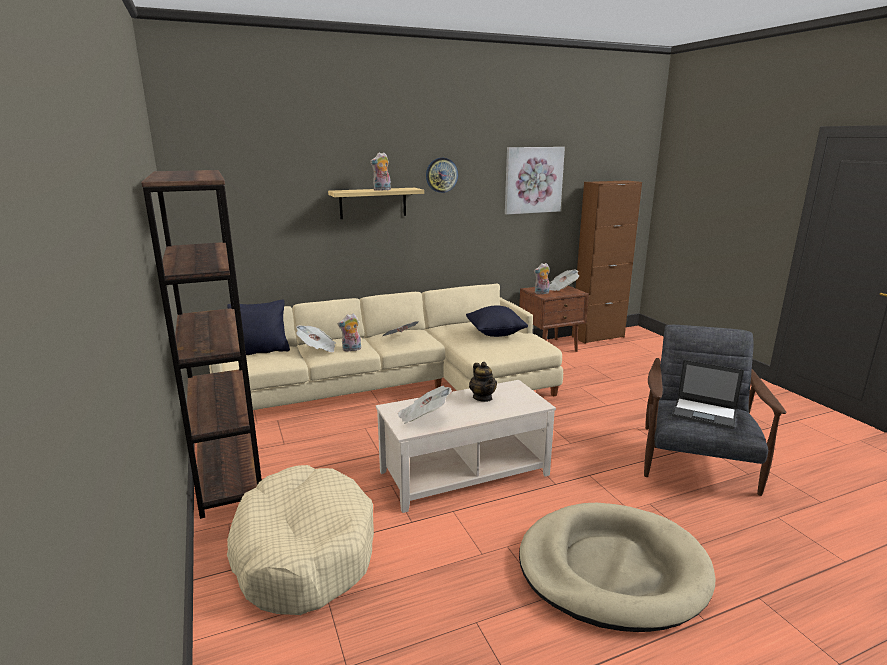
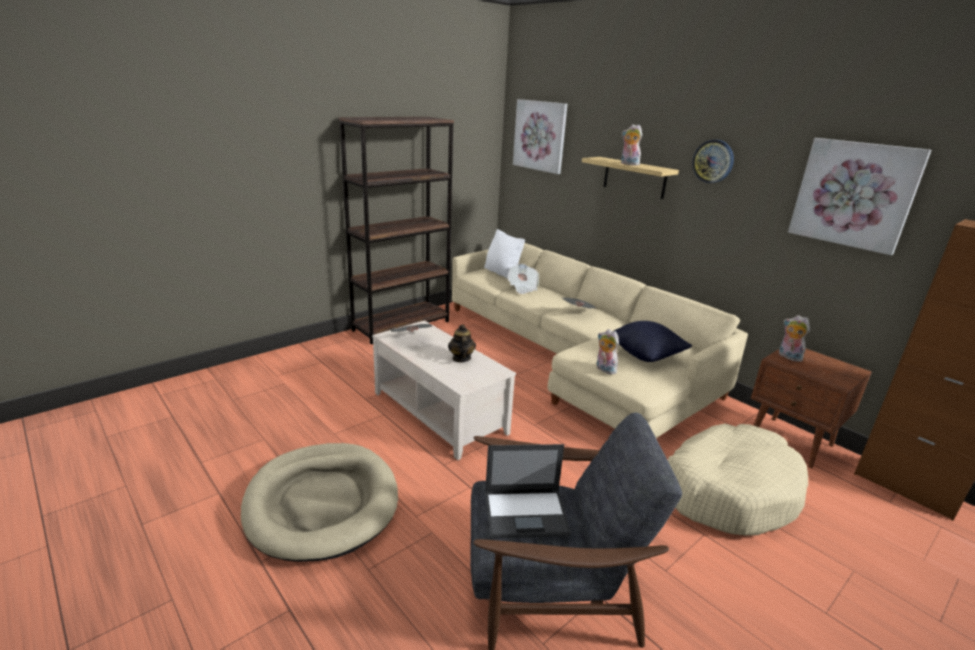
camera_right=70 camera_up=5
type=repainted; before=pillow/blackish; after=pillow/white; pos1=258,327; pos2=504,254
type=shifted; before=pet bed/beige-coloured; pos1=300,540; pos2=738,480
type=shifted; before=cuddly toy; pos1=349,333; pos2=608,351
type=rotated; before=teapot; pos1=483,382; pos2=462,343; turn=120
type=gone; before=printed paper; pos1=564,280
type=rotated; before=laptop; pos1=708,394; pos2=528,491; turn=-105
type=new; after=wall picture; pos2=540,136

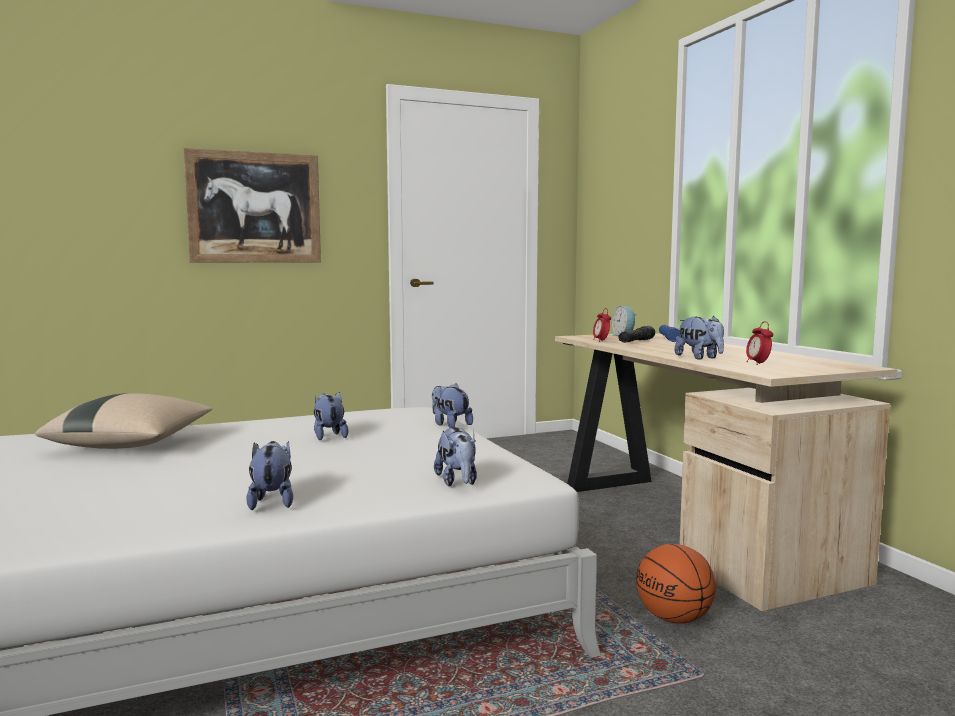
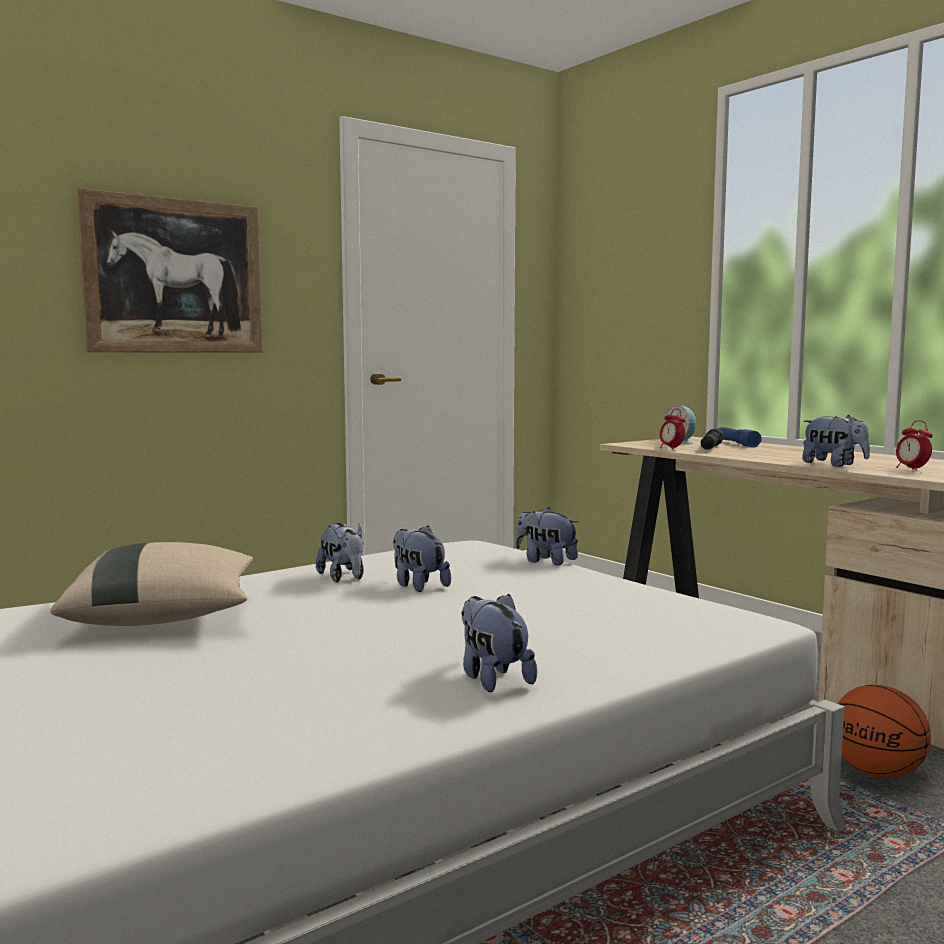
camera_right=-15 camera_up=0
type=shifted; before=cuddly toy; pos1=455,456; pos2=340,552

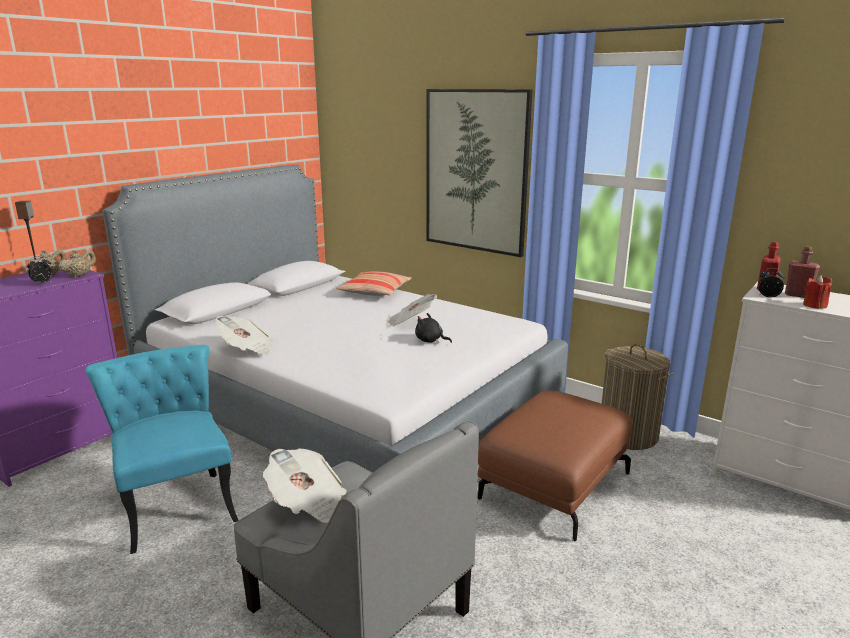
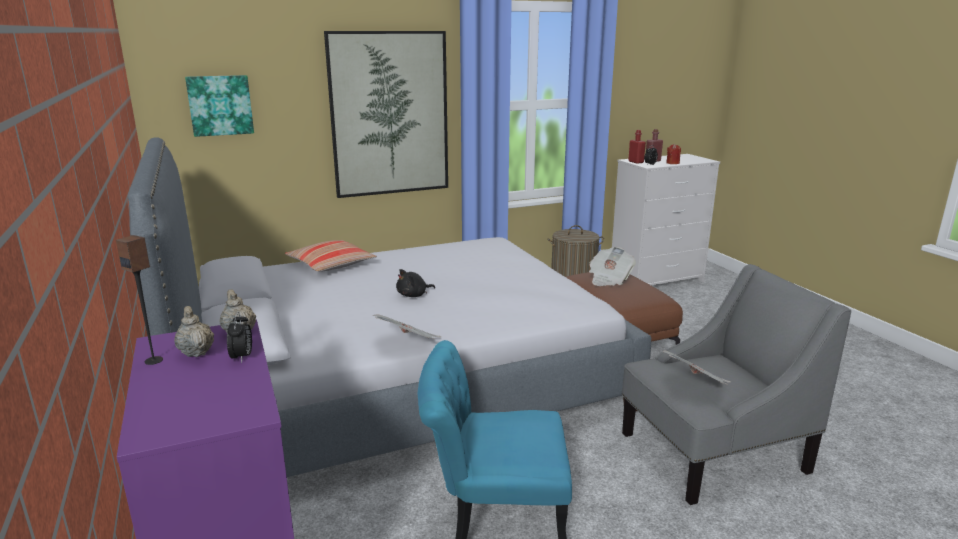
camera_right=-60 camera_up=0
type=shifted; before=printed paper; pos1=411,310; pos2=612,266
type=shifted; before=cuddly toy/blackish; pos1=433,328; pos2=415,283
type=new; after=wall picture; pos2=219,106

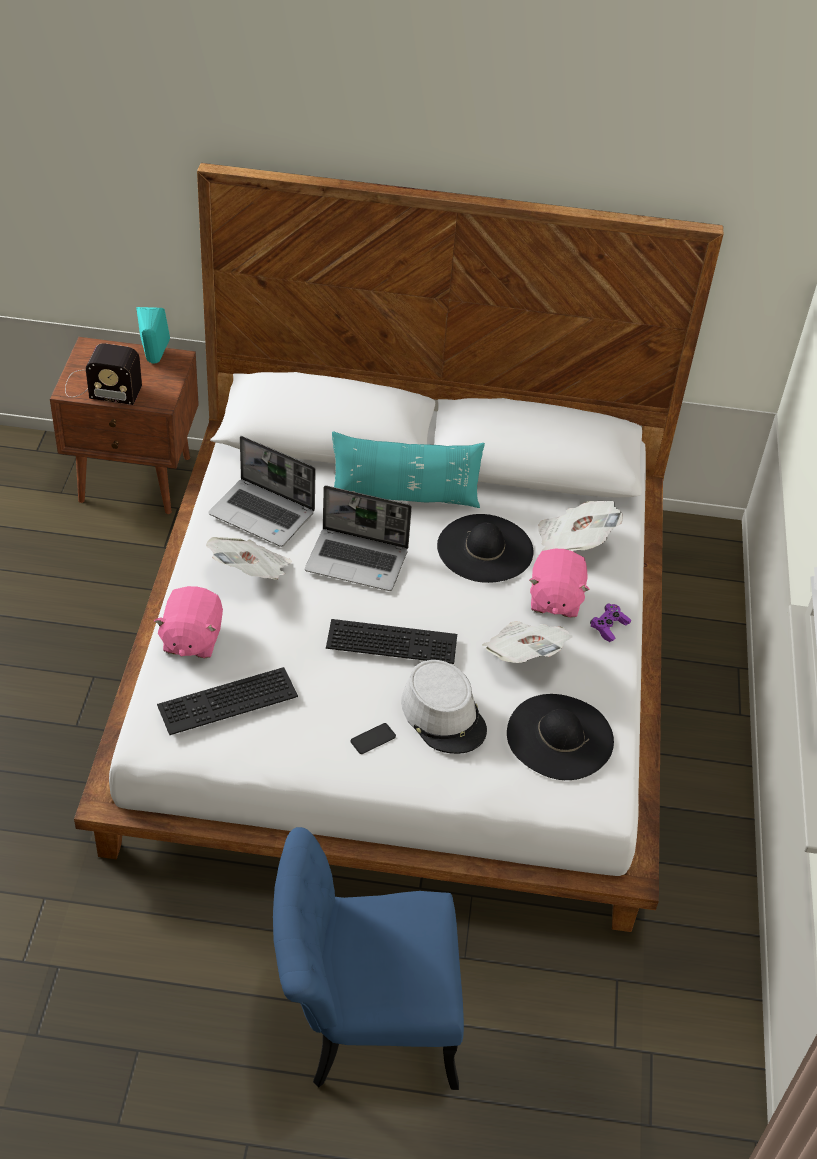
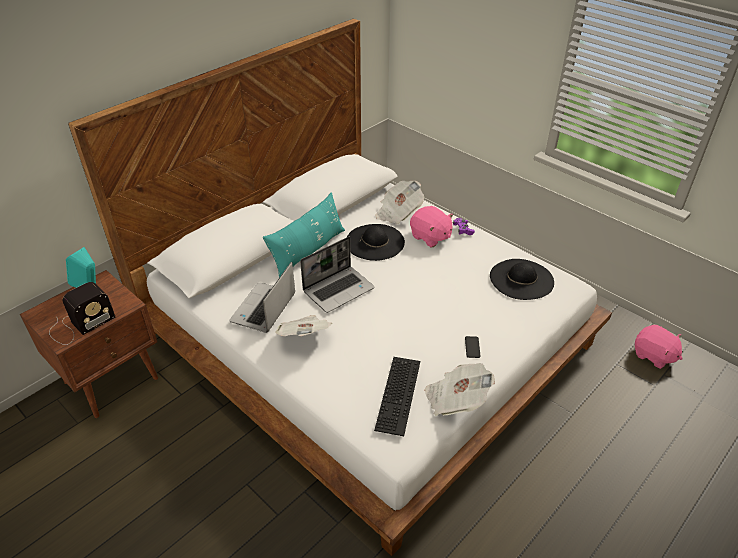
camera_right=-50 camera_up=-5
type=shifted; before=cuddly toy/pinkish; pos1=188,622; pos2=659,347
type=rotated; before=laptop; pos1=262,491; pos2=262,297; turn=135
type=gone; before=plain chair/bluish; pos1=368,958
type=gone; before=keyboard; pos1=391,641
type=gone; before=clothing hat/grey; pos1=444,707
type=shifted; before=printed paper; pos1=527,642; pos2=459,389

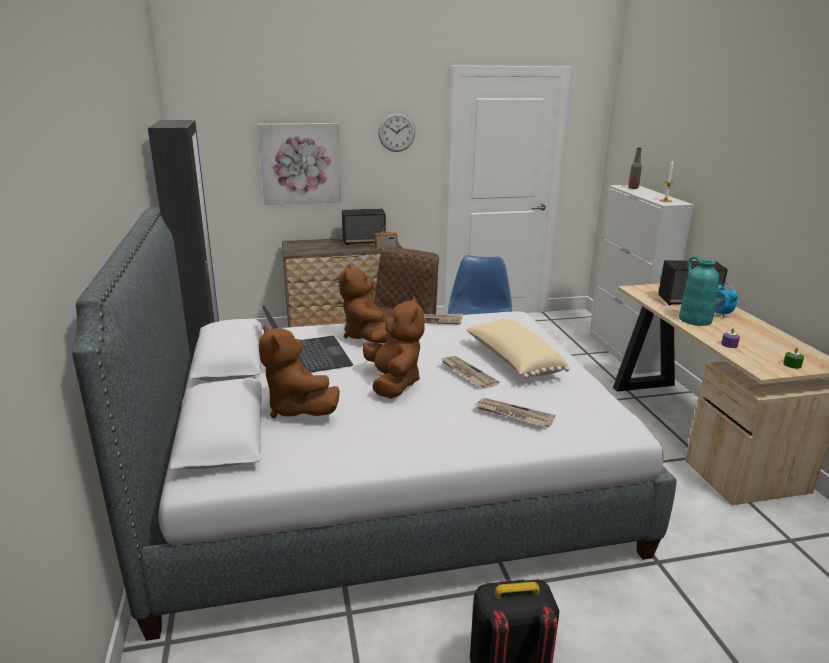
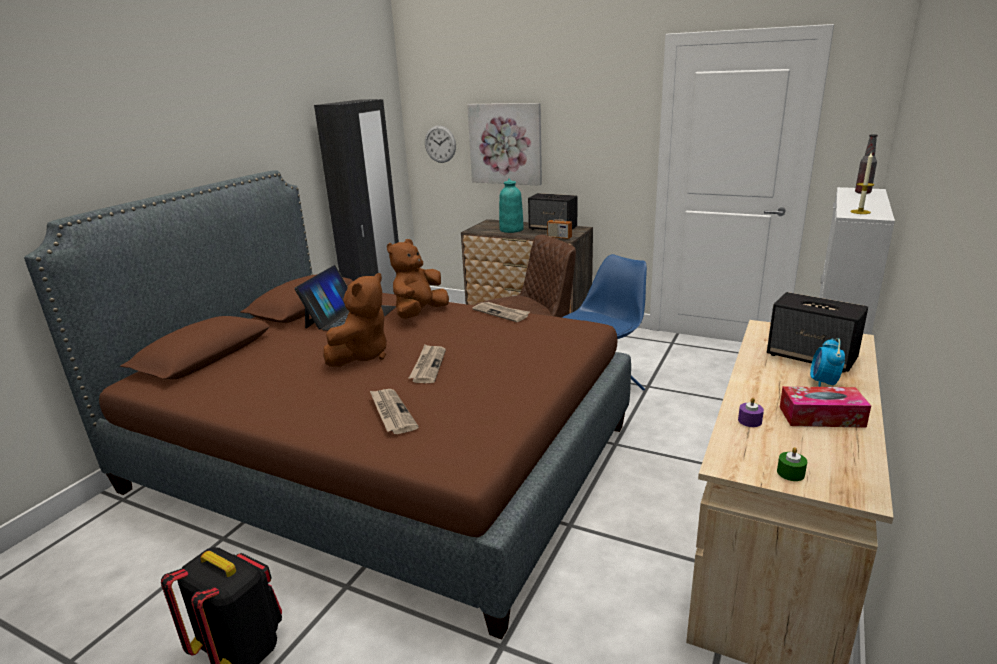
camera_right=40 camera_up=0
type=repainted; before=sleeping bed/grey; after=sleeping bed/brown-coloured; pos1=374,424; pos2=327,405
type=gone; before=cuddly toy/brown-coloured; pos1=299,371
type=shifted; before=clock on the wall; pos1=396,132; pos2=440,144
type=gone; before=pillow/beige-coloured; pos1=518,349
type=shifted; before=vase/turquoise-coloured; pos1=699,291; pos2=511,205
type=new; after=tissue holder; pos2=825,407

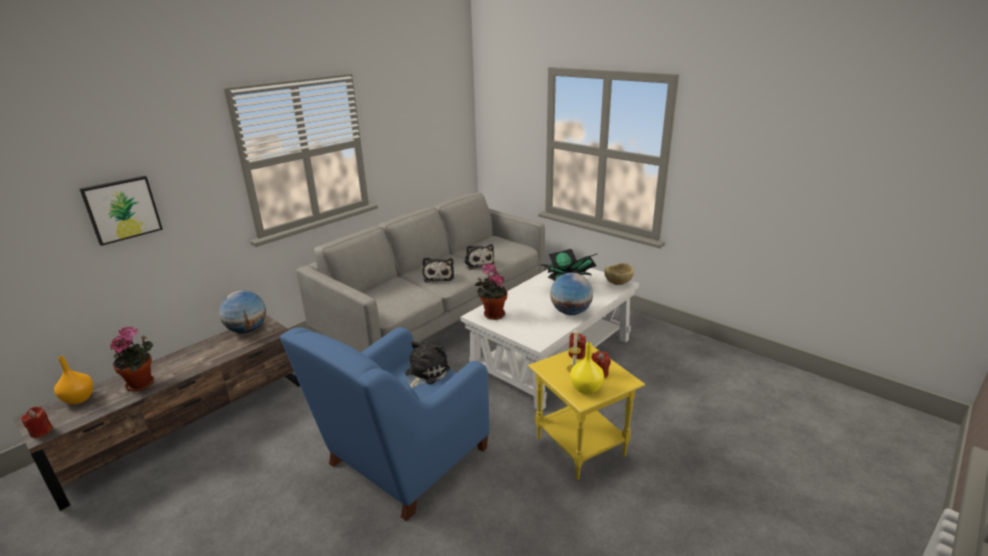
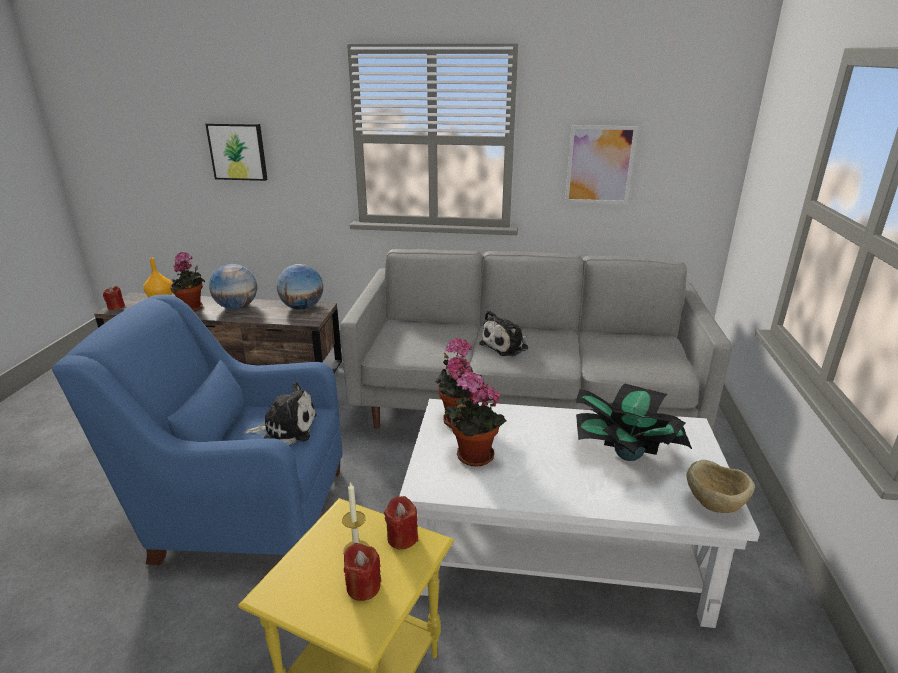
camera_right=55 camera_up=0
type=gone; before=cuddly toy; pos1=479,257
type=shifted; before=globe; pos1=571,294; pos2=233,286
type=gone; before=vase/yellow; pos1=587,368
type=new; after=plant in a pot; pos2=476,418
type=new; after=wall picture; pos2=601,164

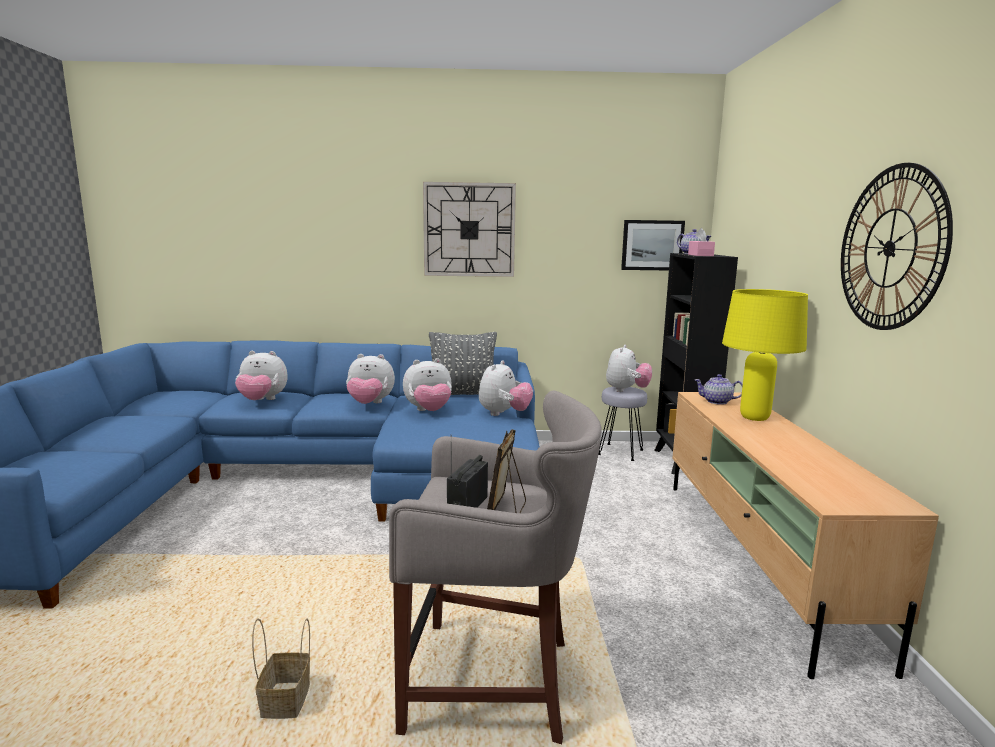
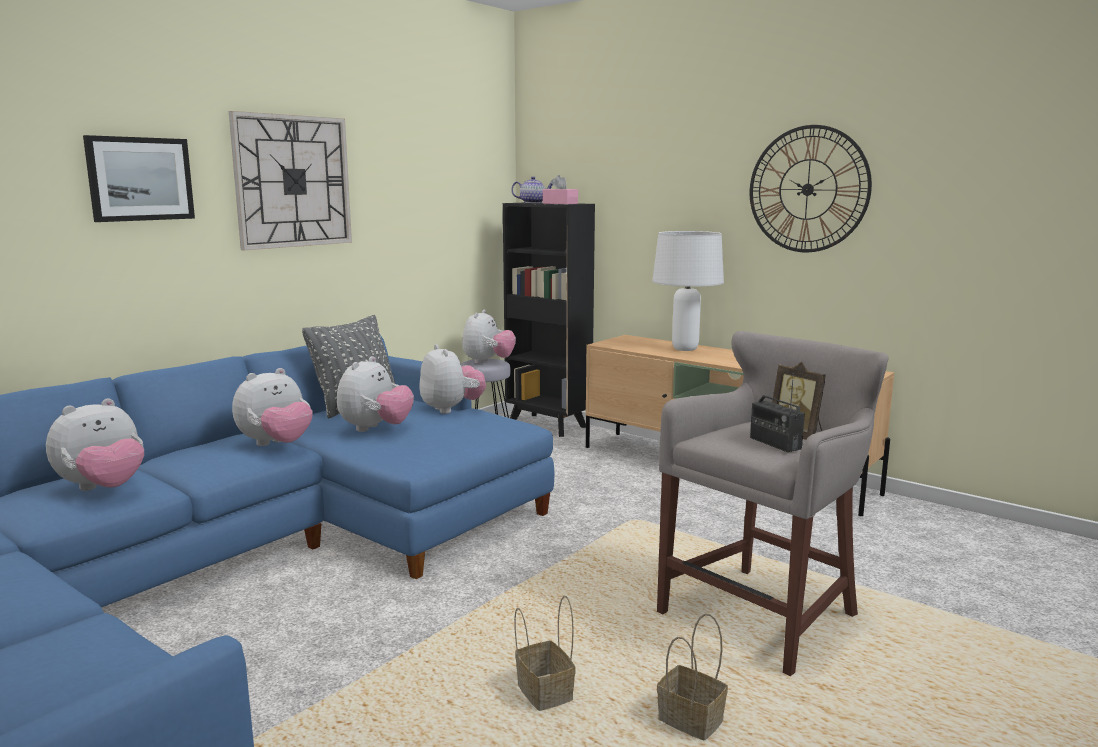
camera_right=-50 camera_up=0
type=rotated; before=cuddly toy; pos1=629,368; pos2=489,336; turn=45
type=shifted; before=wall picture; pos1=653,245; pos2=139,178
type=gone; before=teapot; pos1=718,389
type=repainted; before=table lamp/yellow; after=table lamp/white; pos1=765,355; pos2=688,291
type=new; after=household basket; pos2=545,653

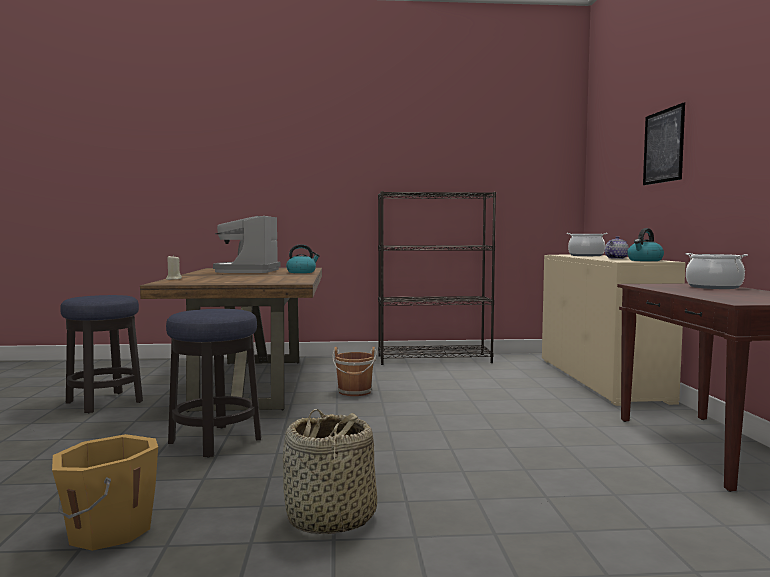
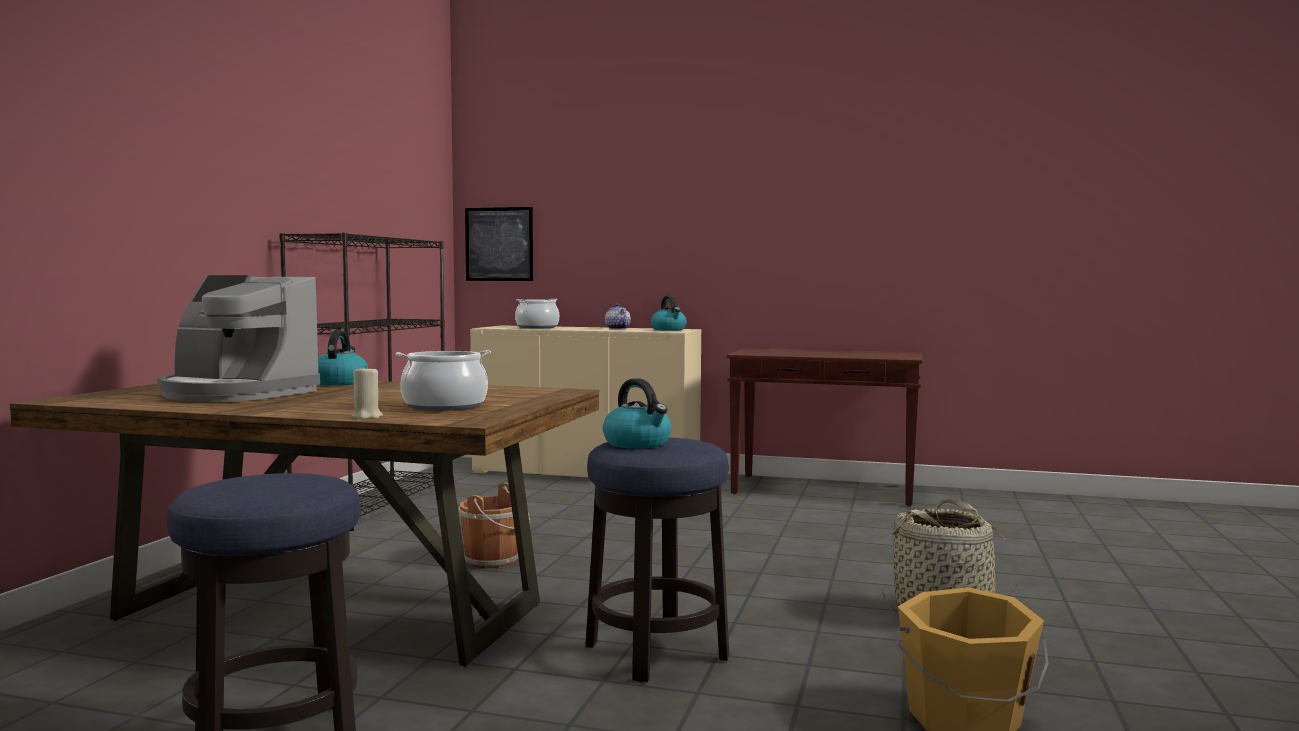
camera_right=-70 camera_up=0
type=shifted; before=wall picture; pos1=664,144; pos2=499,244
type=shifted; before=saucepot; pos1=716,271; pos2=443,380
type=new; after=kettle; pos2=637,413

